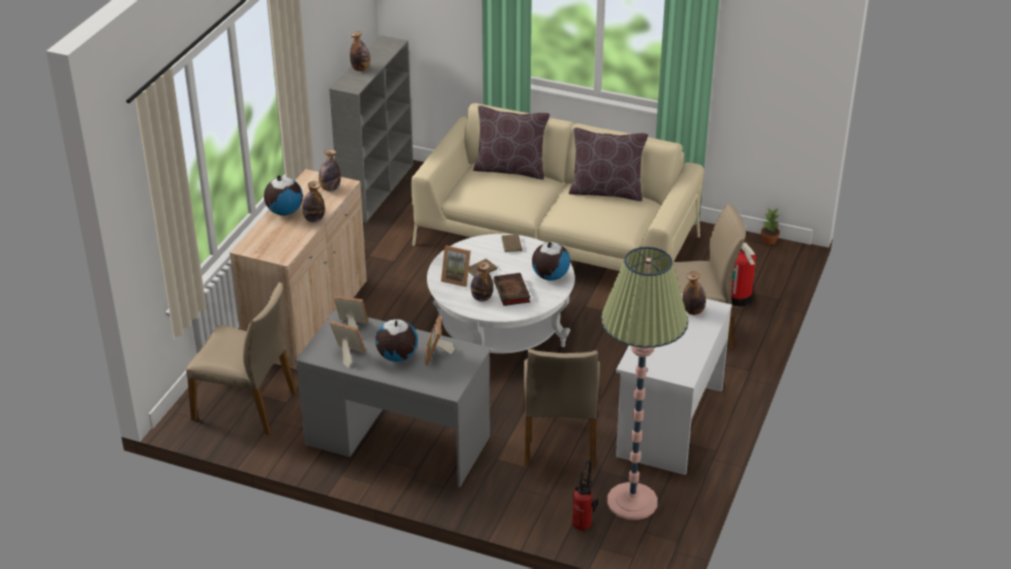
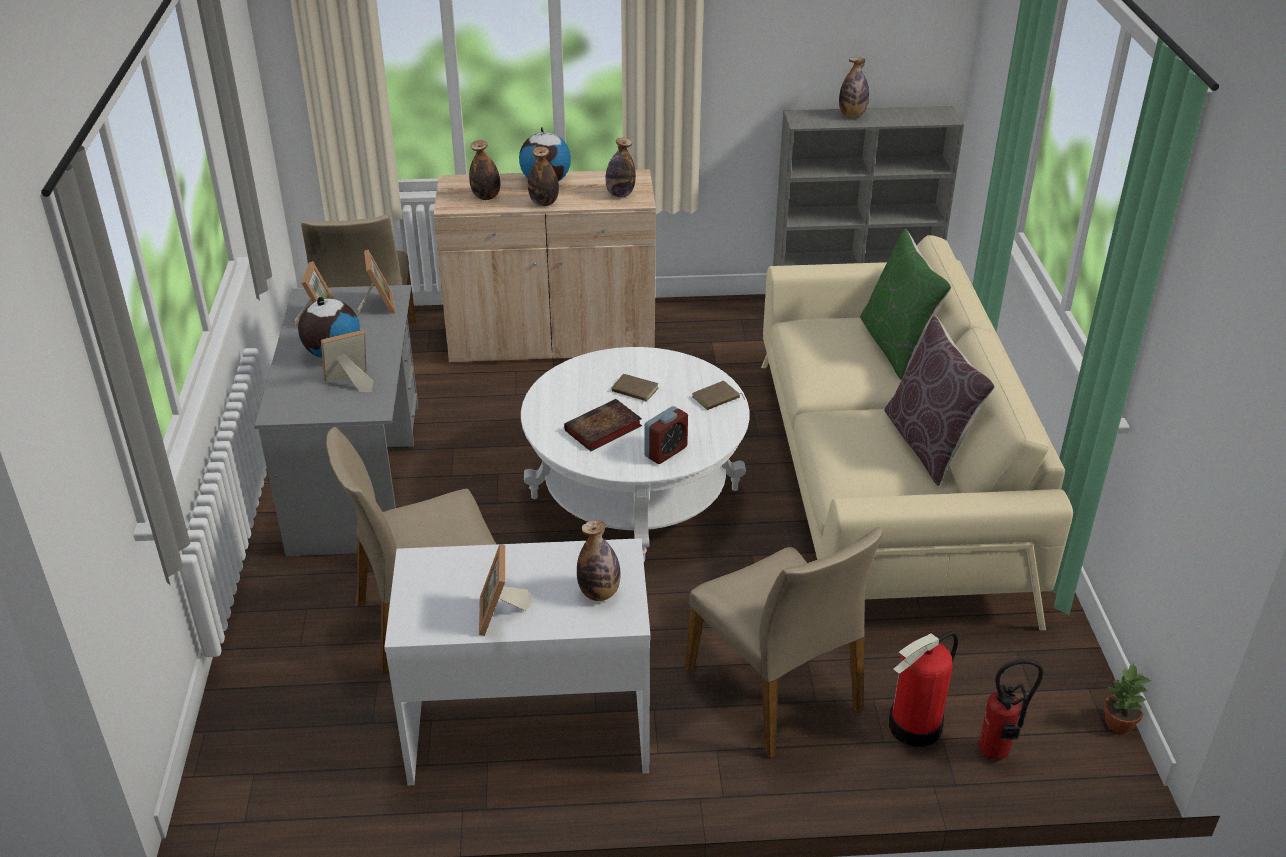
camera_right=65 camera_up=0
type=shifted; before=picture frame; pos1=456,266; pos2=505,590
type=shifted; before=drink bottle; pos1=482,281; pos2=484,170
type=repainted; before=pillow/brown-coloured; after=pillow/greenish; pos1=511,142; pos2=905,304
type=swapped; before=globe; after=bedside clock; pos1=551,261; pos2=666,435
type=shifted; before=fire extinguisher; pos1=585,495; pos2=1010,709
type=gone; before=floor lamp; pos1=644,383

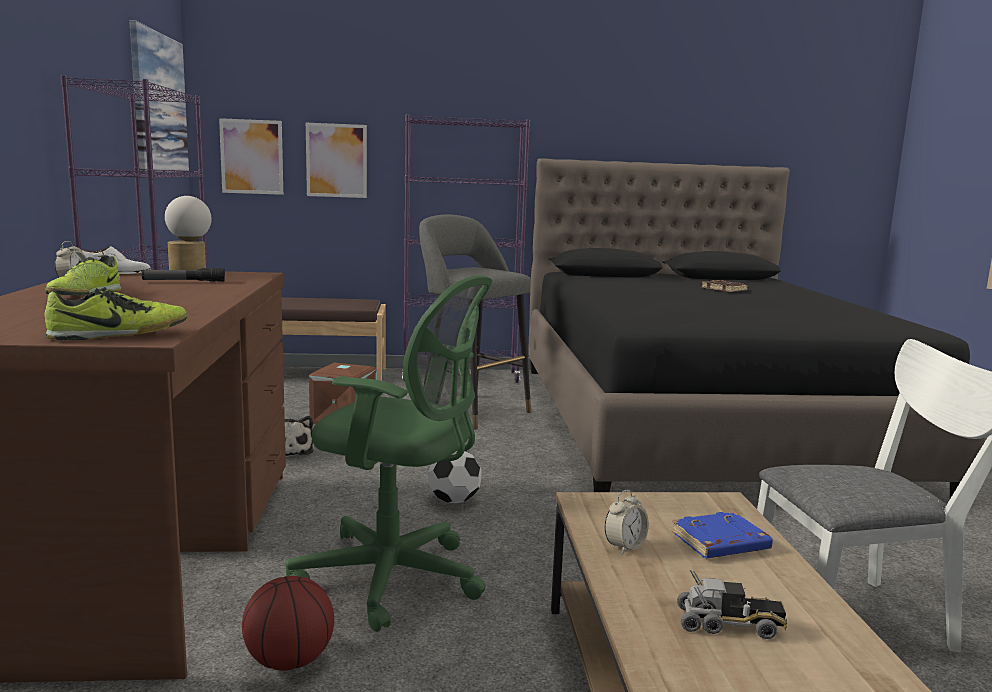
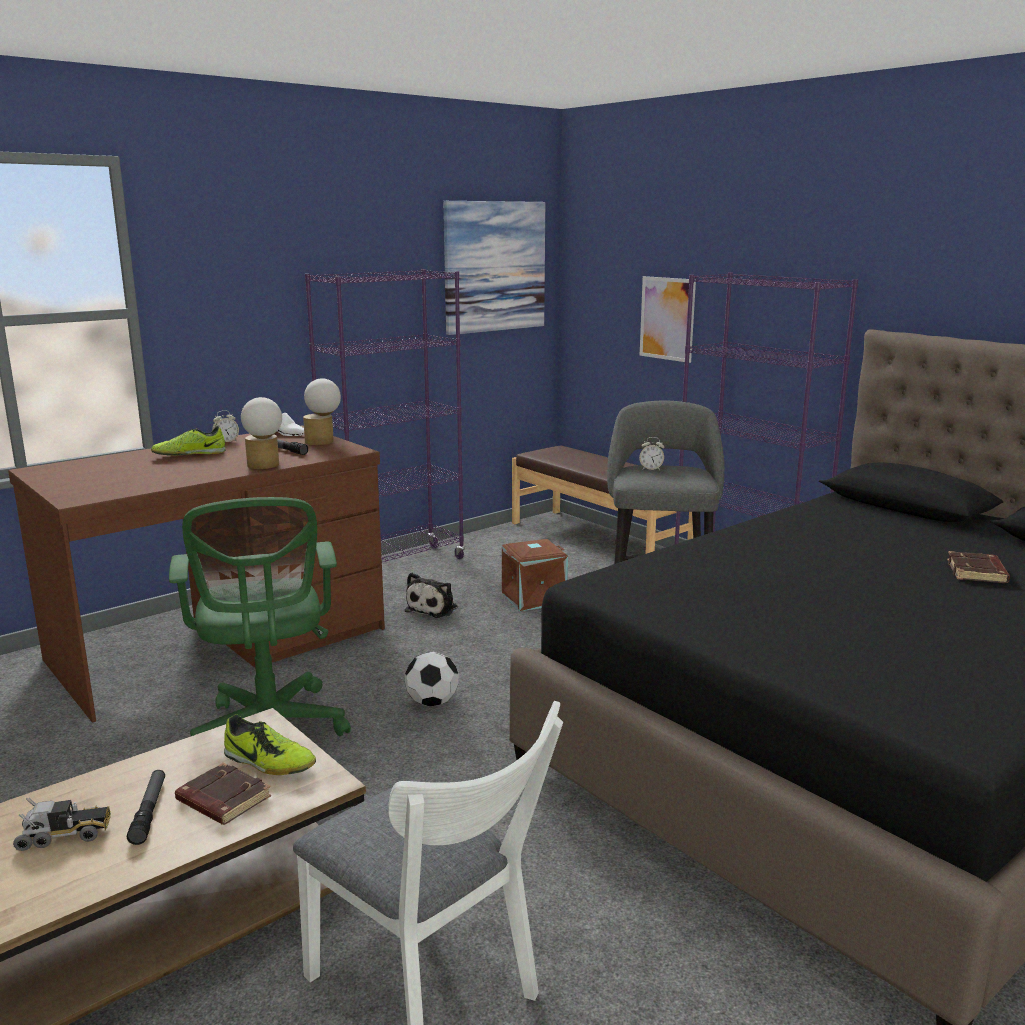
camera_right=55 camera_up=5
type=shifted; before=low shoe; pos1=116,313; pos2=270,744
type=gone; before=wall picture; pos1=251,156
type=gone; before=basketball ball; pos1=288,623
type=shifted; before=bedside clock; pos1=627,522; pos2=651,453
type=repainted; before=book/bluish; after=book/brown-coloured; pos1=722,535; pos2=223,794
type=rotated; before=toy lorry; pos1=732,604; pos2=62,824; turn=-75
type=new; after=hand torch; pos2=146,807
type=new; after=table lamp; pos2=261,433

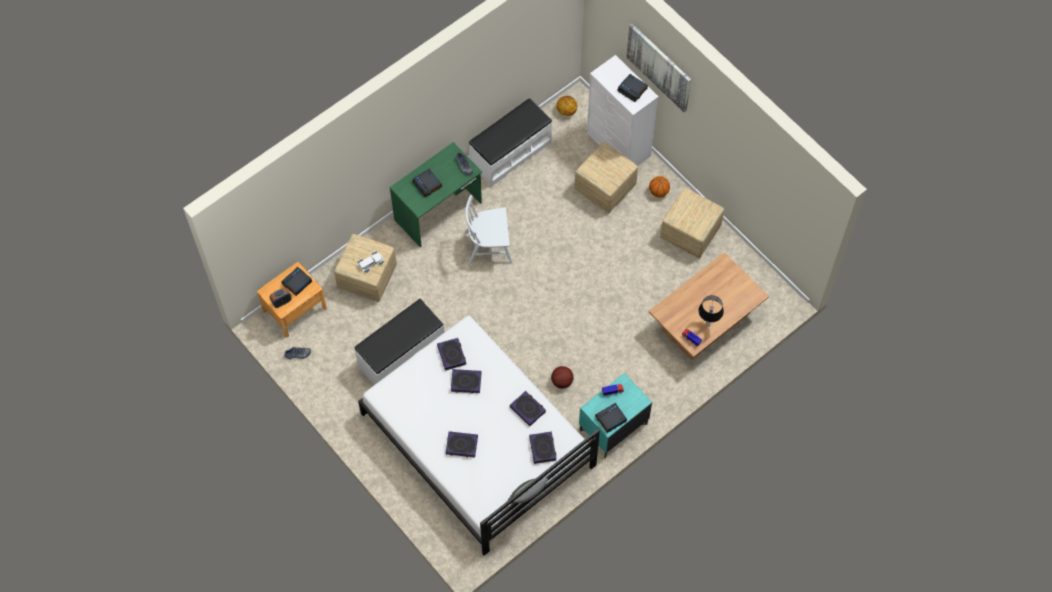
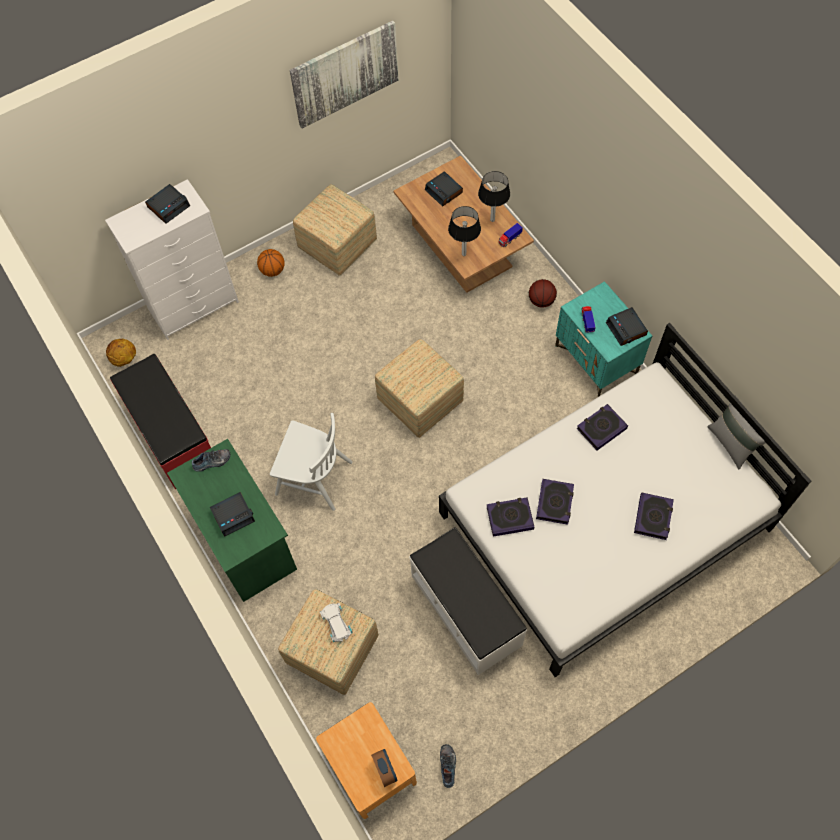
camera_right=-80 camera_up=0
type=shifted; before=bedside clock; pos1=296,281; pos2=444,189
type=rotated; before=plain chair/white; pos1=489,230; pos2=311,462; turn=-75
type=repainted; before=indoor bench/white; after=indoor bench/red-coloured; pos1=510,142; pos2=160,421
type=gone; before=book; pos1=543,447
type=shifted; before=basketball ball; pos1=562,377; pos2=543,293
type=shifted; before=footrest; pos1=606,178; pos2=419,388
type=shifted; before=wall picture; pos1=658,68; pos2=344,74
type=new; after=table lamp; pos2=464,231

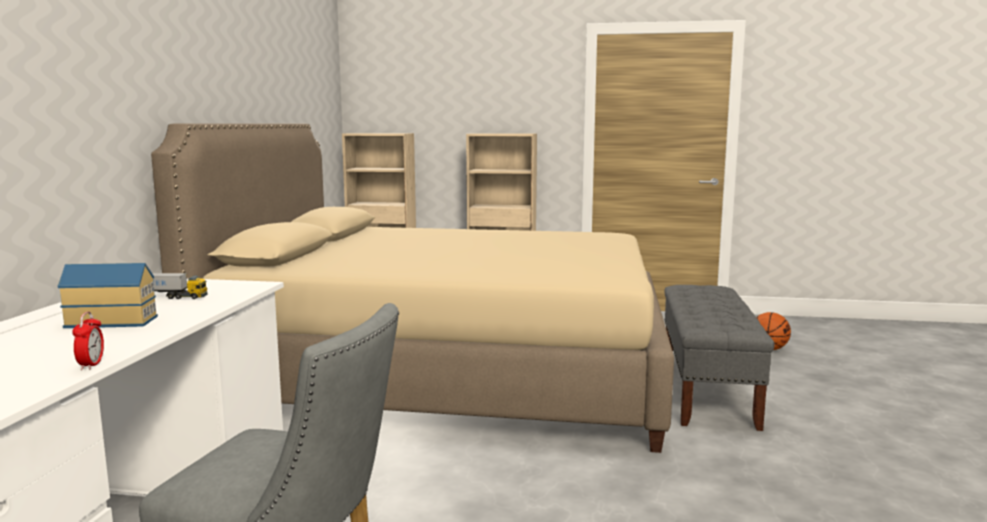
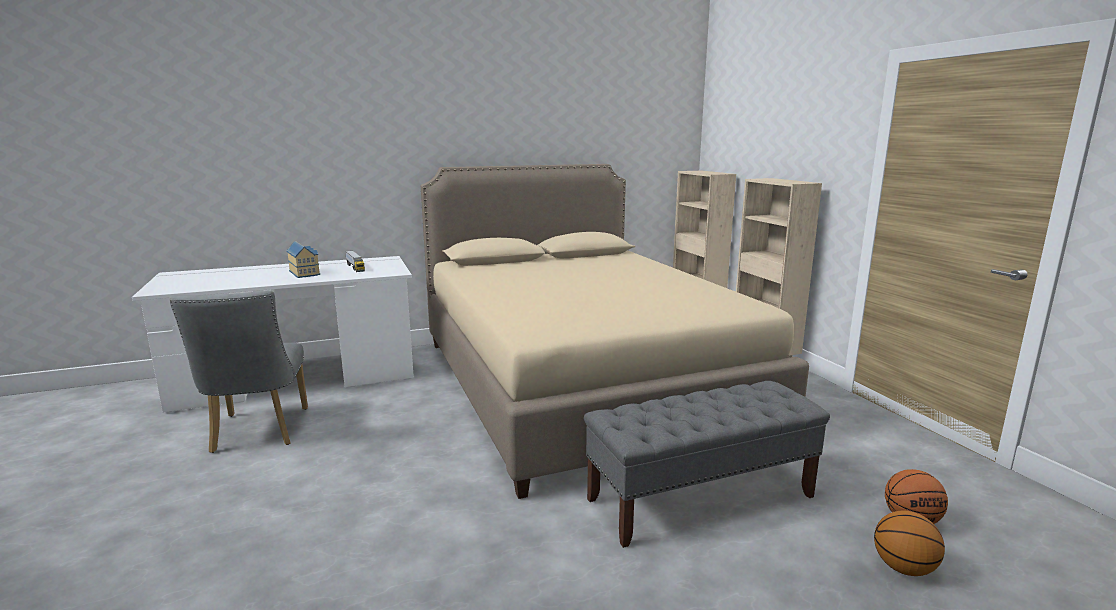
camera_right=60 camera_up=5
type=gone; before=bedside clock; pos1=88,341
type=new; after=basketball ball; pos2=909,543

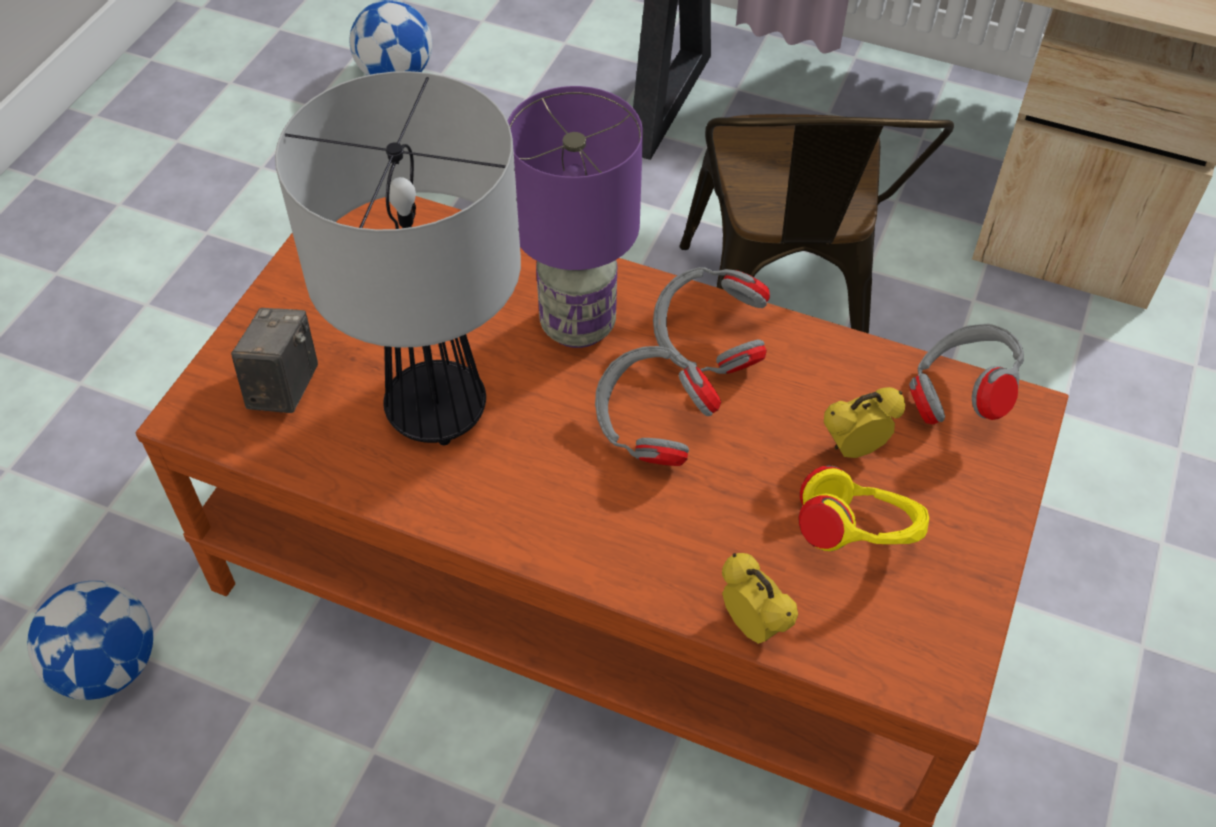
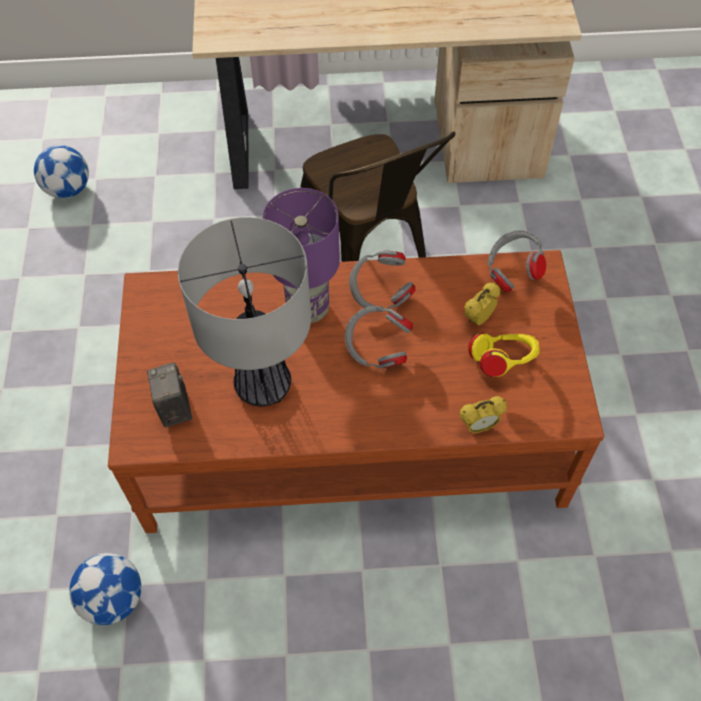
camera_right=-25 camera_up=5
type=rotated; before=bedside clock; pos1=760,598; pos2=483,414; turn=135

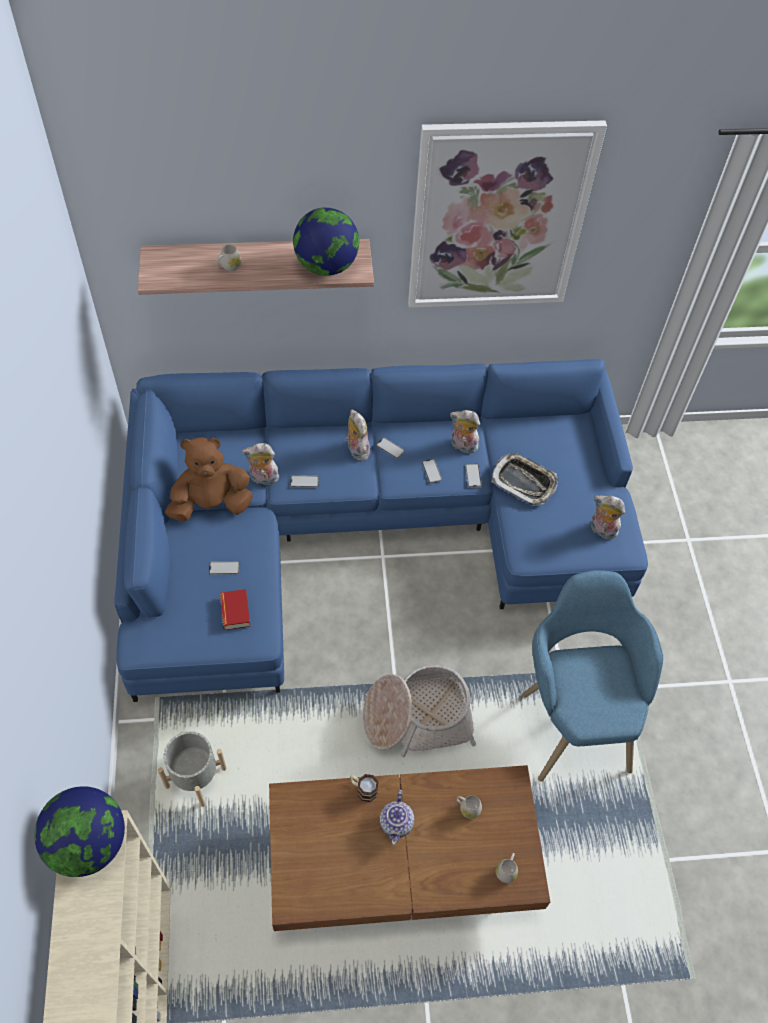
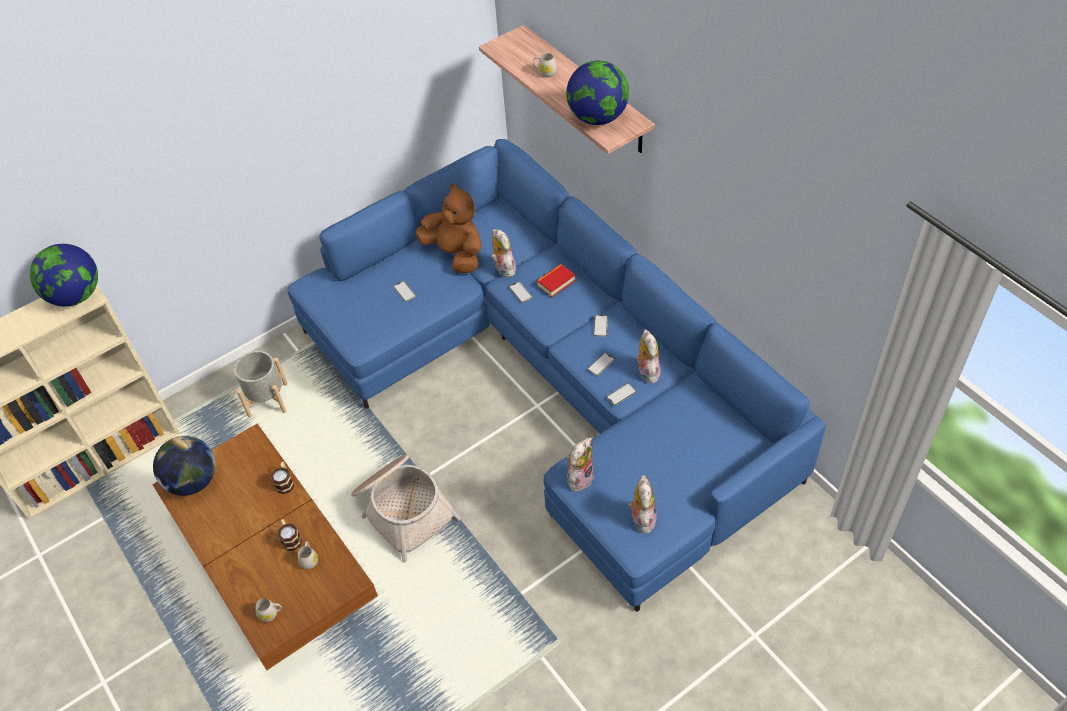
camera_right=65 camera_up=-5
type=shifted; before=book; pos1=235,609; pos2=556,280
type=shifted; before=cuddly toy; pos1=358,435; pos2=580,465
type=gone; before=teapot; pos1=397,817
type=gone; before=wall picture; pos1=507,214
type=gone; before=carrying tray; pos1=525,479
type=gone; before=armchair/bluish; pos1=592,676
type=new; after=globe; pos2=184,466
type=new; after=coffee mug; pos2=290,535

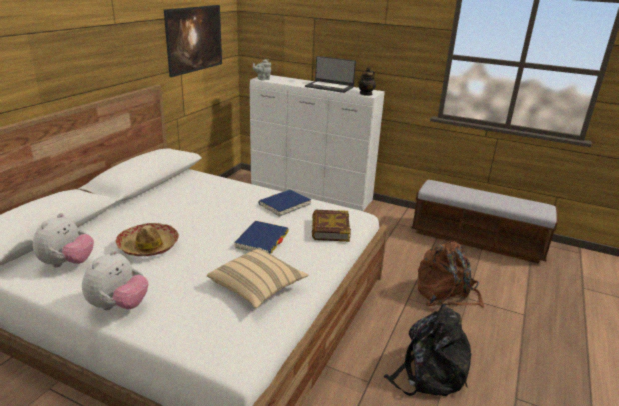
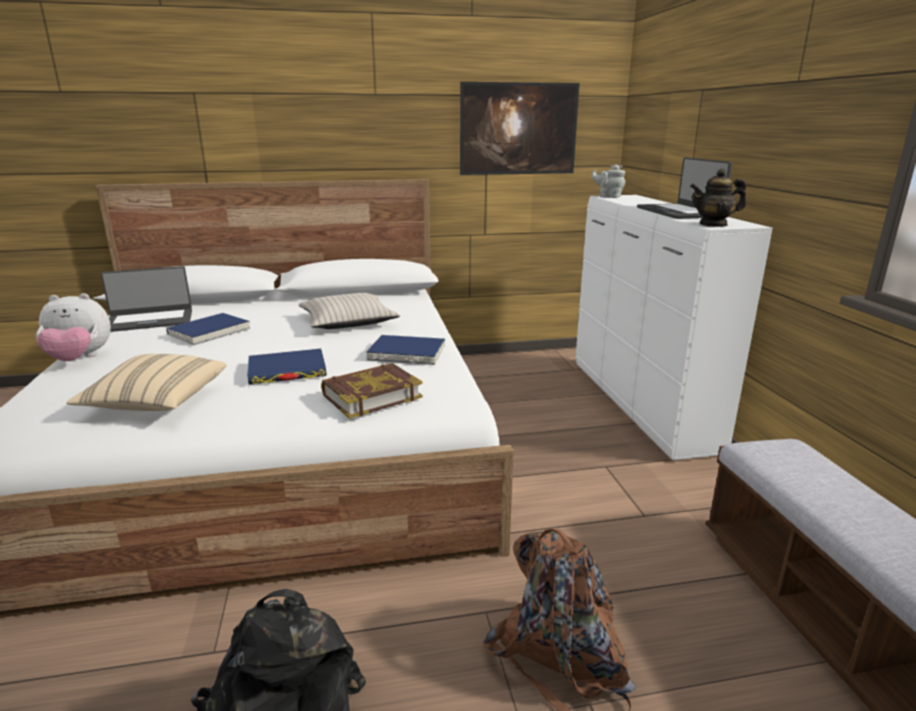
camera_right=55 camera_up=-5
type=swapped; before=cuddly toy; after=laptop; pos1=63,240; pos2=146,299
type=swapped; before=clothing hat; after=book/bluish; pos1=147,239; pos2=208,329
type=new; after=pillow/beige-coloured; pos2=349,311

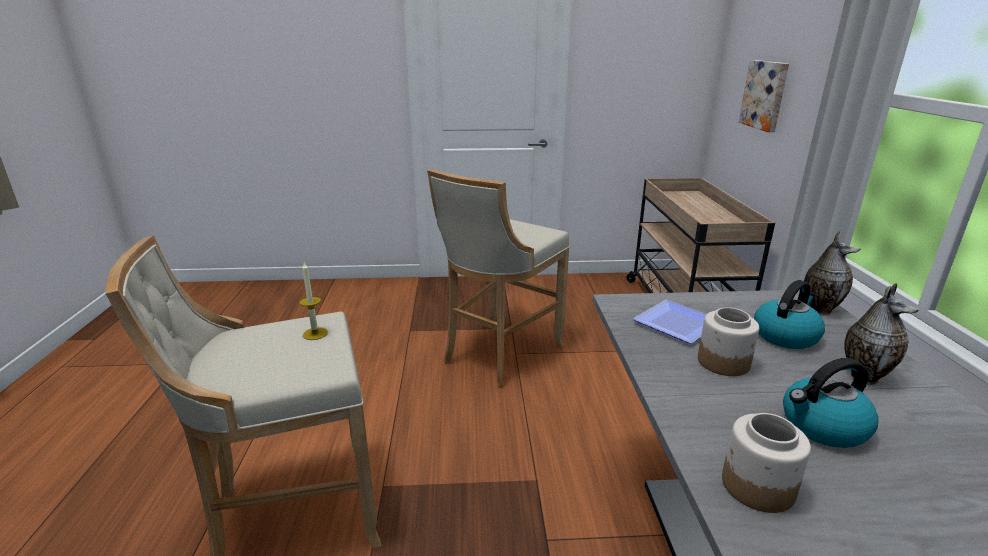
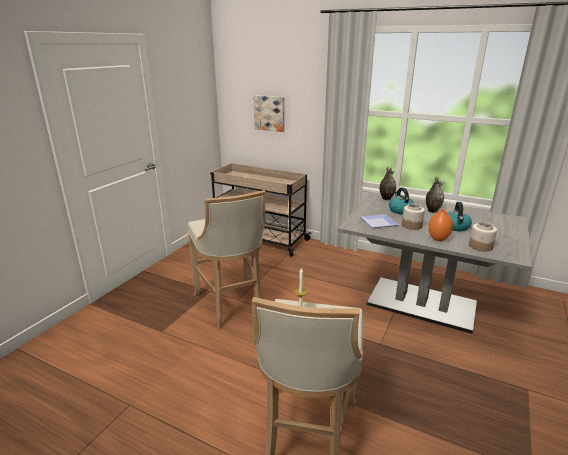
camera_right=-60 camera_up=0
type=new; after=vase/orangey; pos2=440,225

